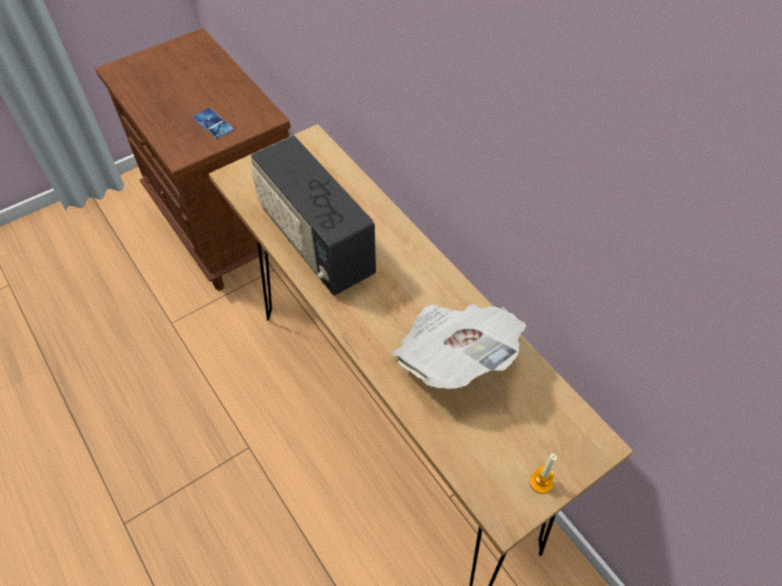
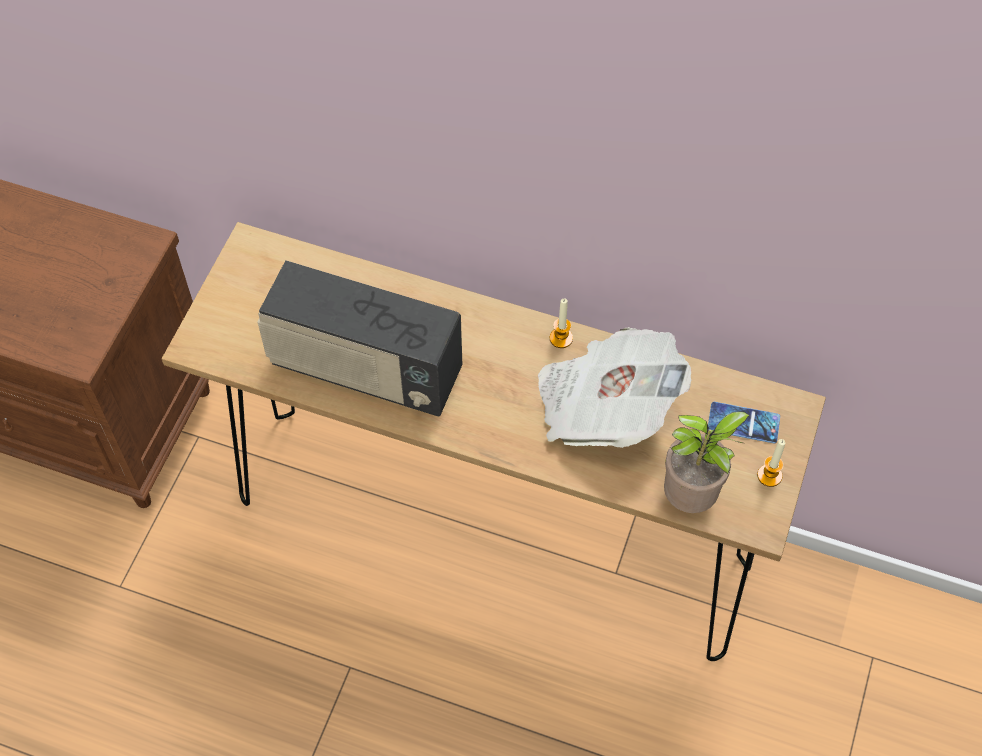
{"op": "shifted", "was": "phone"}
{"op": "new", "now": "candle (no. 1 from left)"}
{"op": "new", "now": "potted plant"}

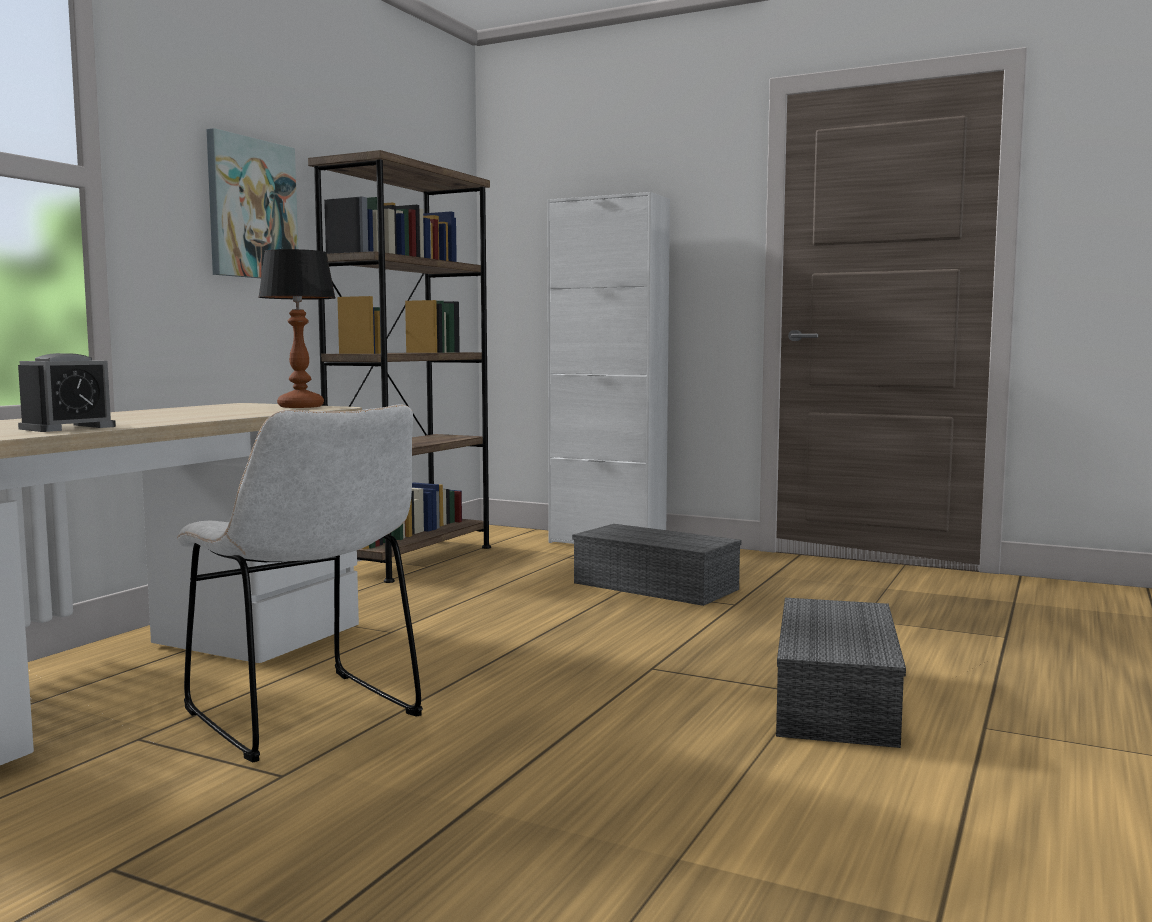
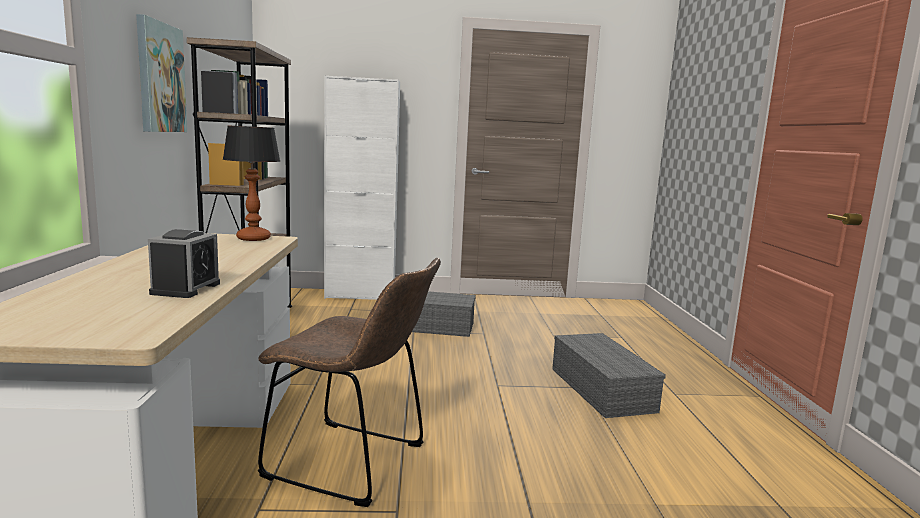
{"op": "repainted", "was": "white chair", "now": "brown chair"}

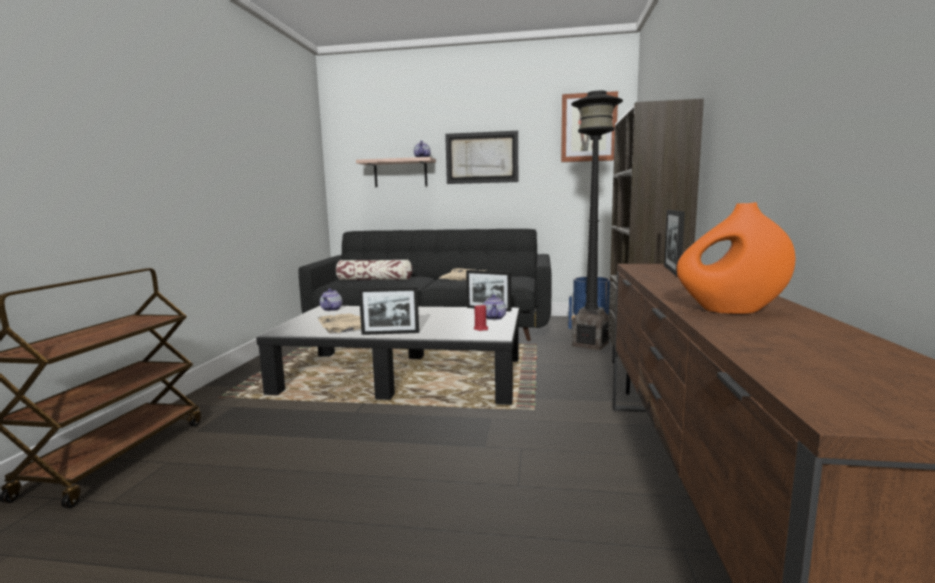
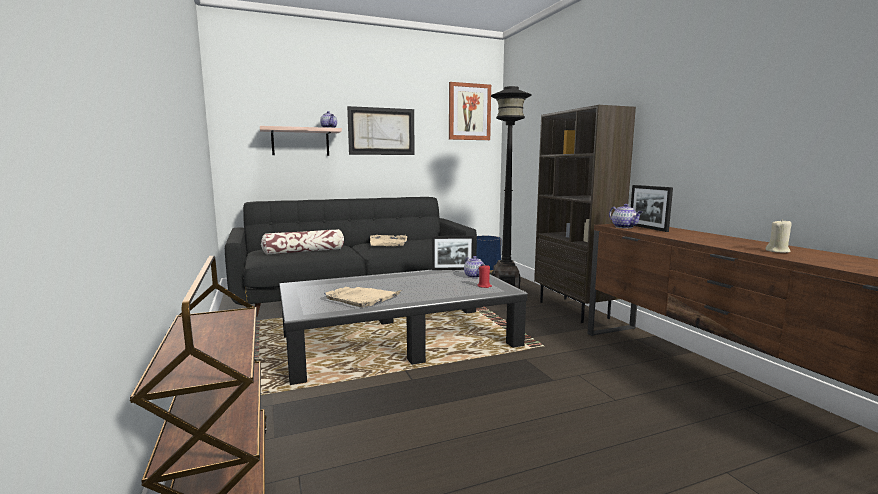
{"op": "swapped", "was": "orange vase", "now": "beige candle"}
{"op": "gone", "was": "picture frame (no. 1 from left)"}
{"op": "shifted", "was": "teapot (no. 1 from left in the first image)", "now": "teapot (no. 3 from left)"}

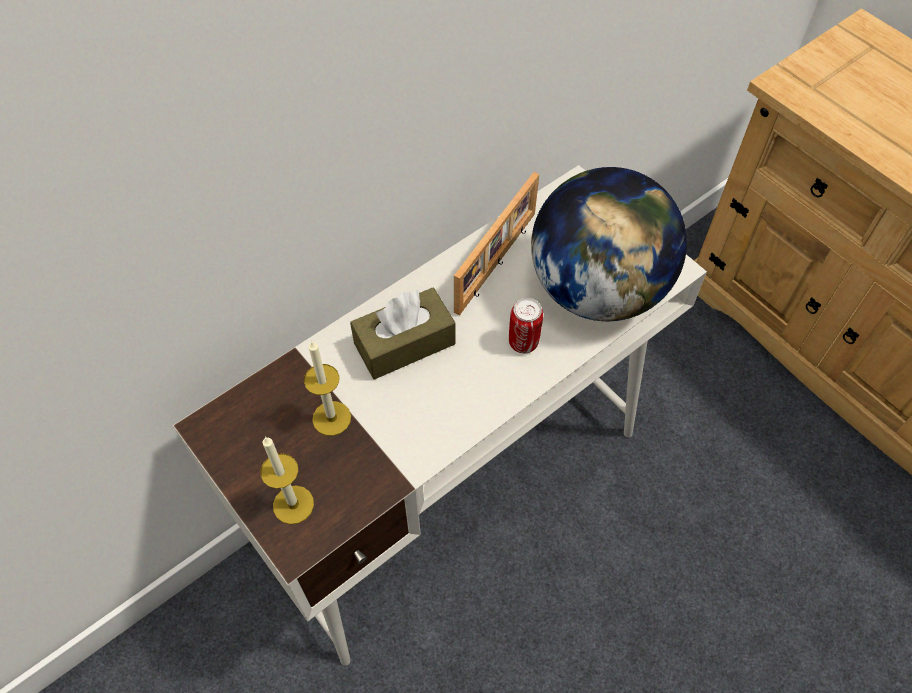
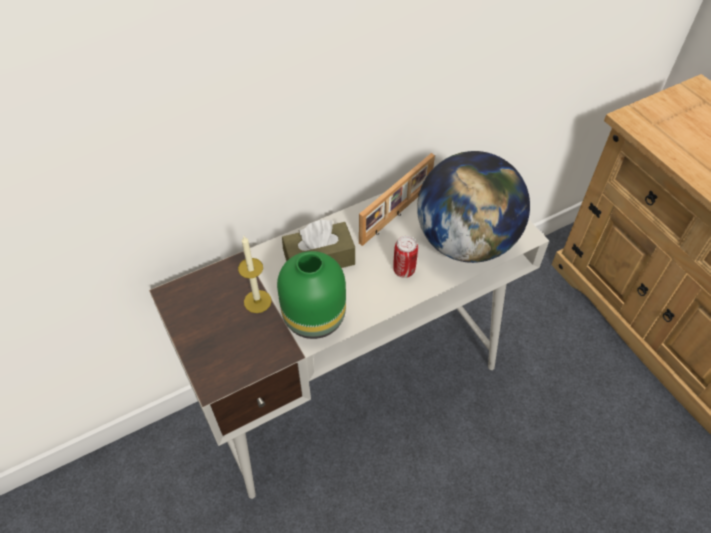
{"op": "gone", "was": "candle (no. 1 from left)"}
{"op": "new", "now": "green vase"}

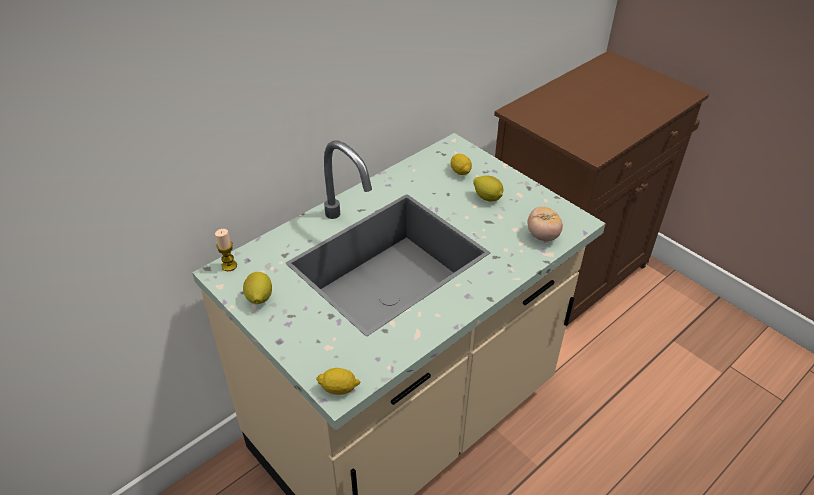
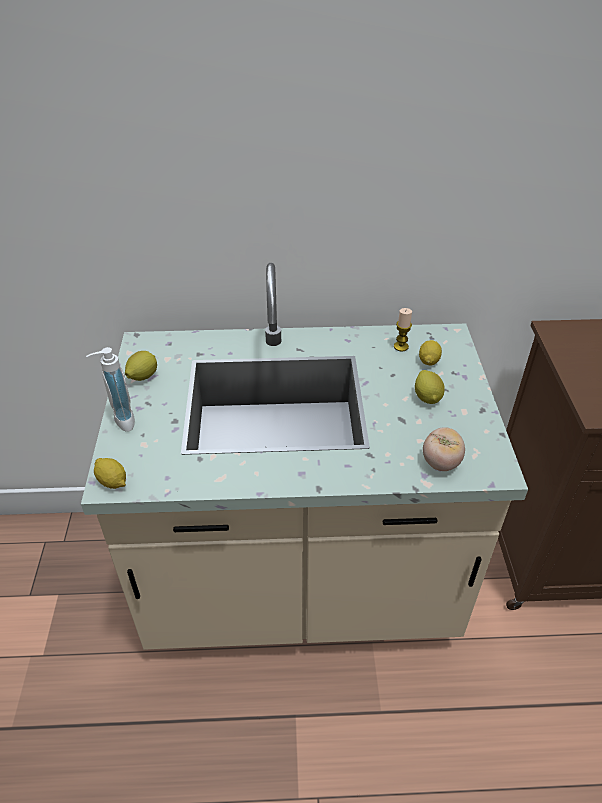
{"op": "shifted", "was": "candle"}
{"op": "new", "now": "soap dispenser"}

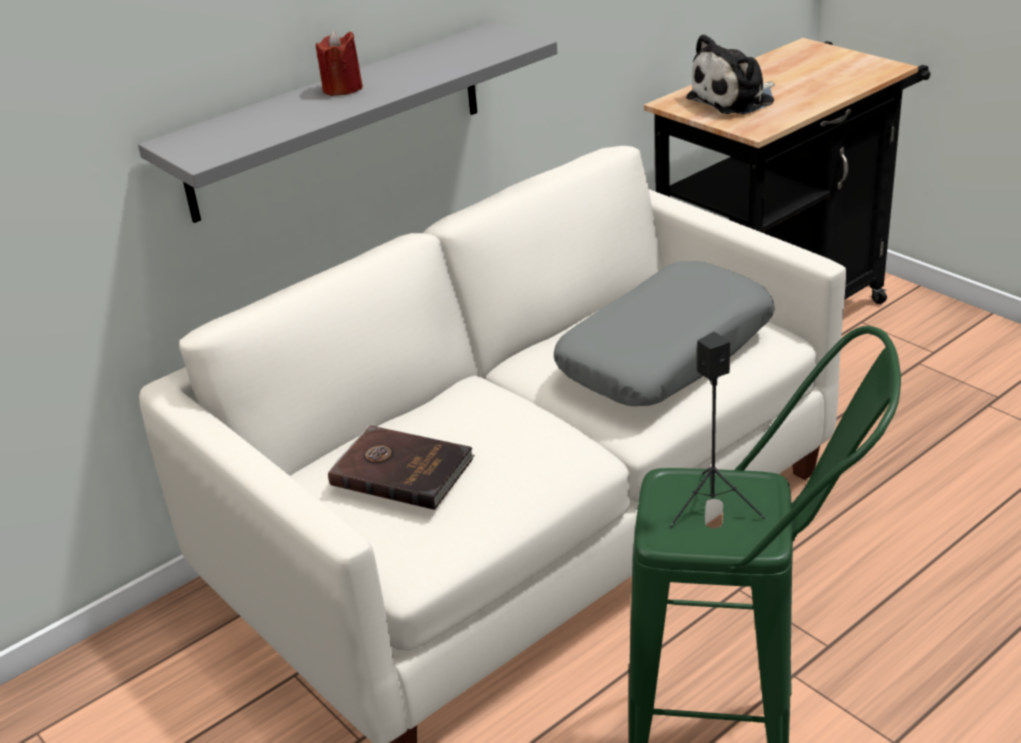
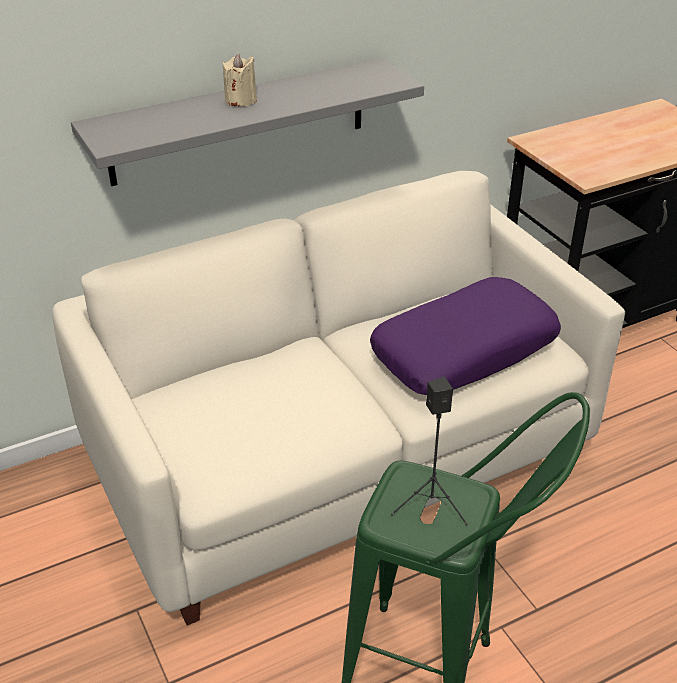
{"op": "repainted", "was": "red candle", "now": "beige candle"}
{"op": "gone", "was": "plush toy"}
{"op": "repainted", "was": "grey pillow", "now": "purple pillow"}
{"op": "gone", "was": "brown book"}

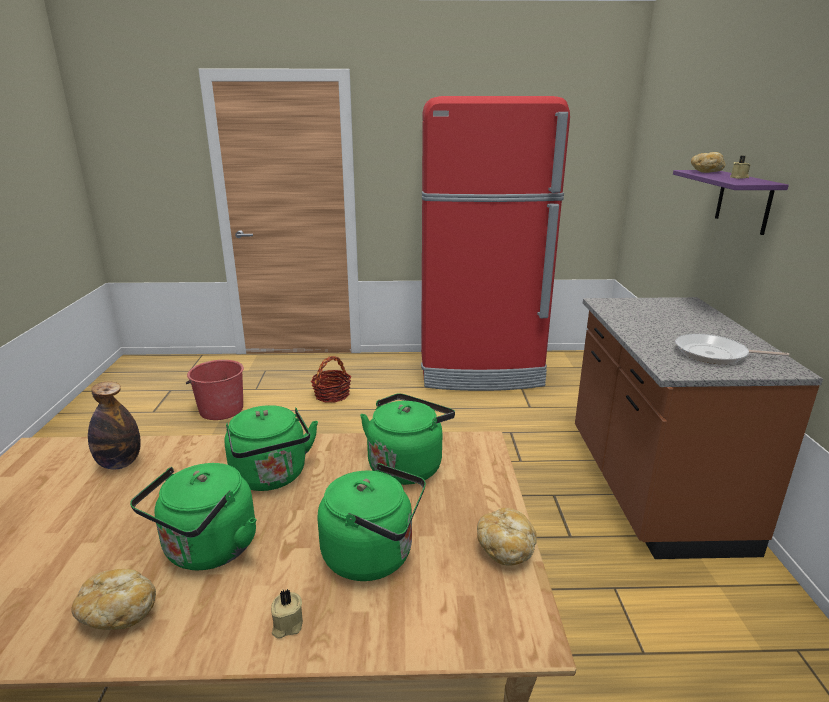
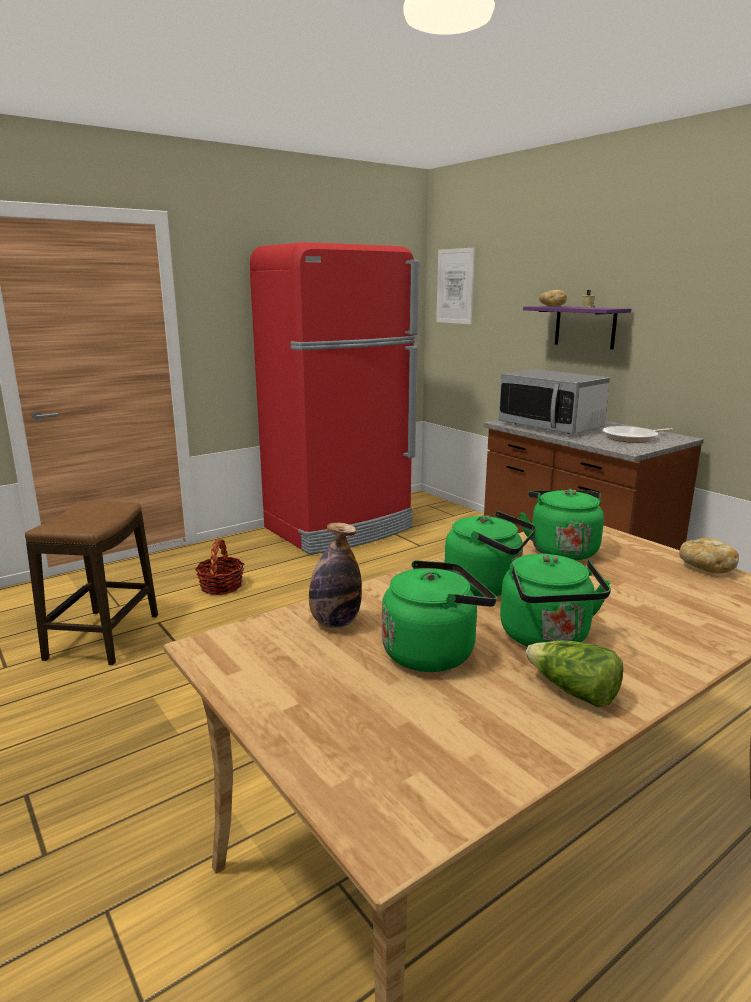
{"op": "swapped", "was": "red bucket", "now": "stool"}
{"op": "shifted", "was": "green kettle (no. 3 from left in the first image)", "now": "green kettle (no. 1 from left)"}
{"op": "swapped", "was": "bread (no. 1 from left)", "now": "lettuce"}
{"op": "gone", "was": "beige candle (no. 1 from left)"}
{"op": "new", "now": "picture"}
{"op": "new", "now": "microwave"}

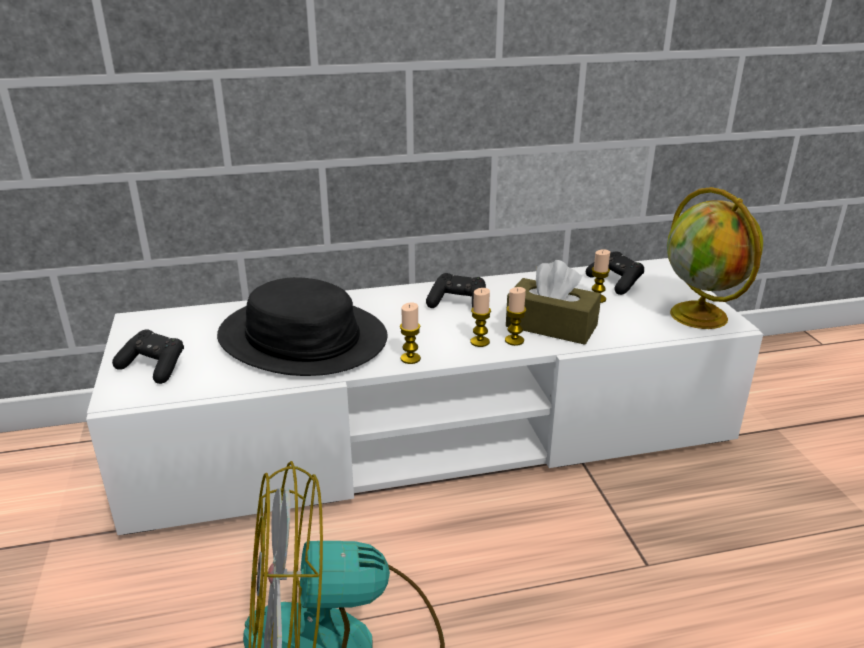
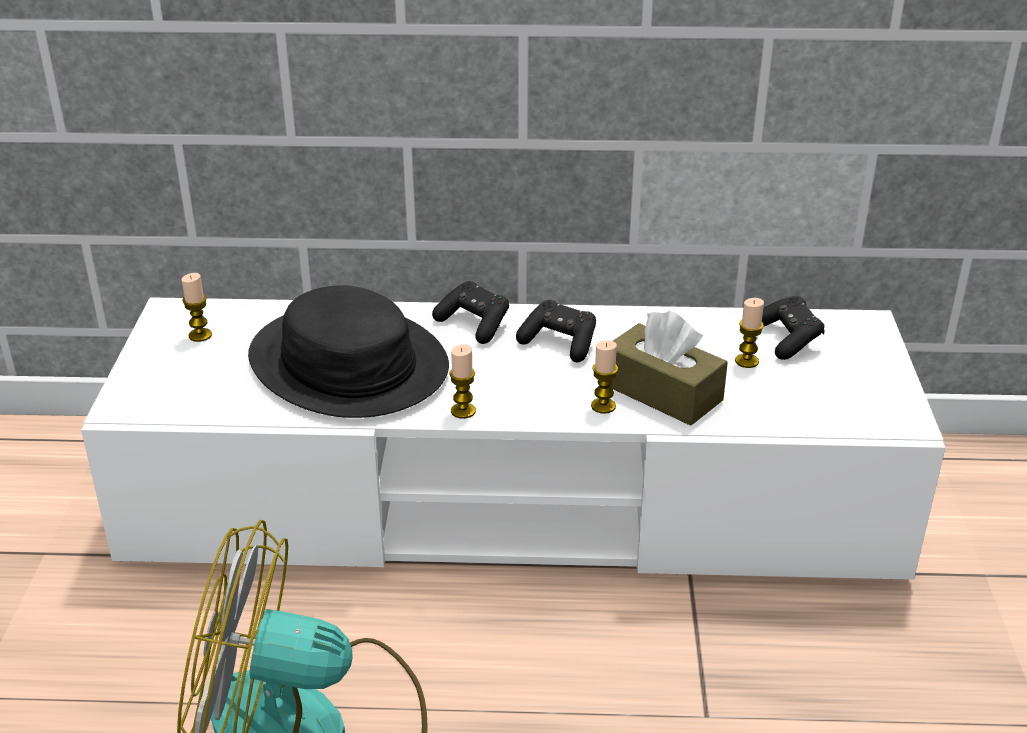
{"op": "gone", "was": "globe"}
{"op": "shifted", "was": "candle (no. 2 from left in the first image)", "now": "candle (no. 1 from left)"}
{"op": "shifted", "was": "black game controller (no. 1 from left)"}

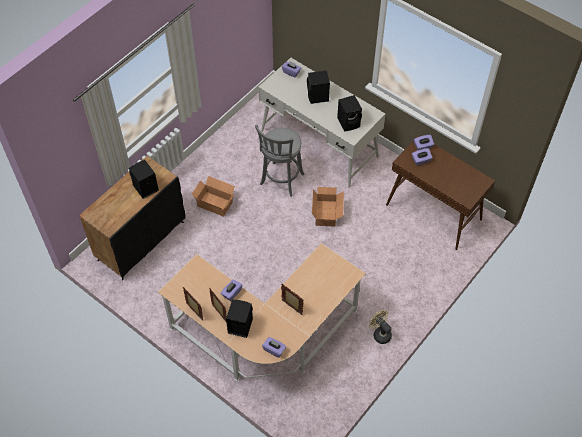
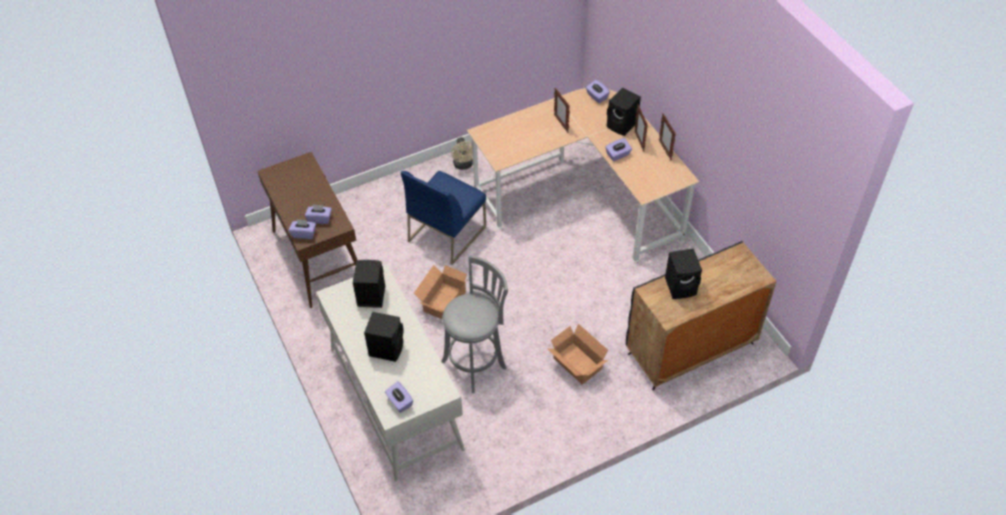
{"op": "new", "now": "blue chair"}

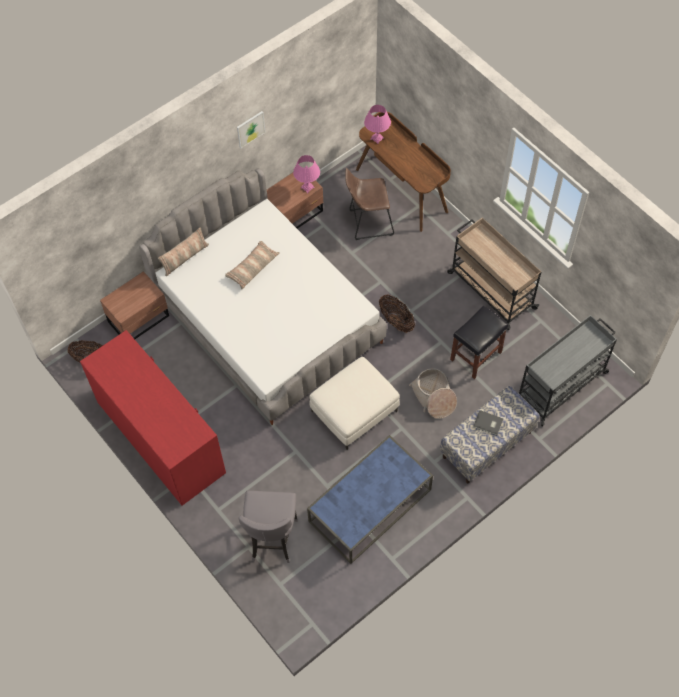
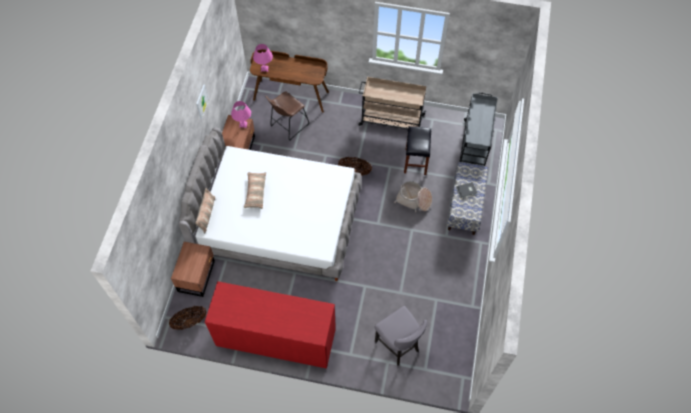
{"op": "gone", "was": "white ottoman"}
{"op": "gone", "was": "blue coffee table"}

